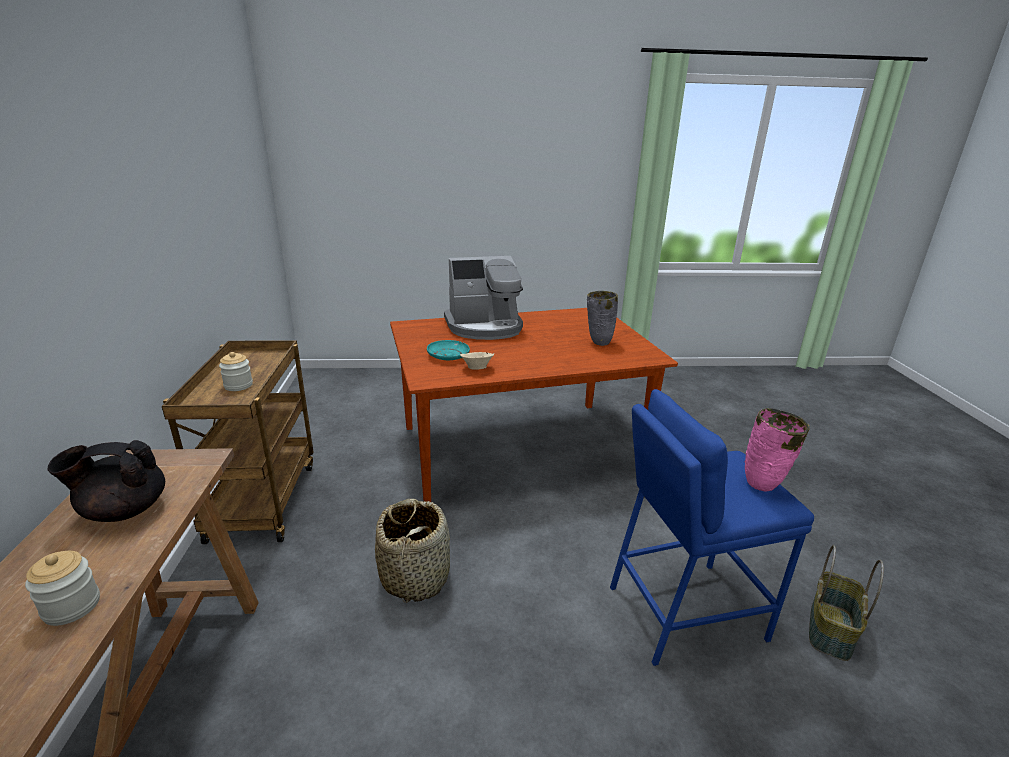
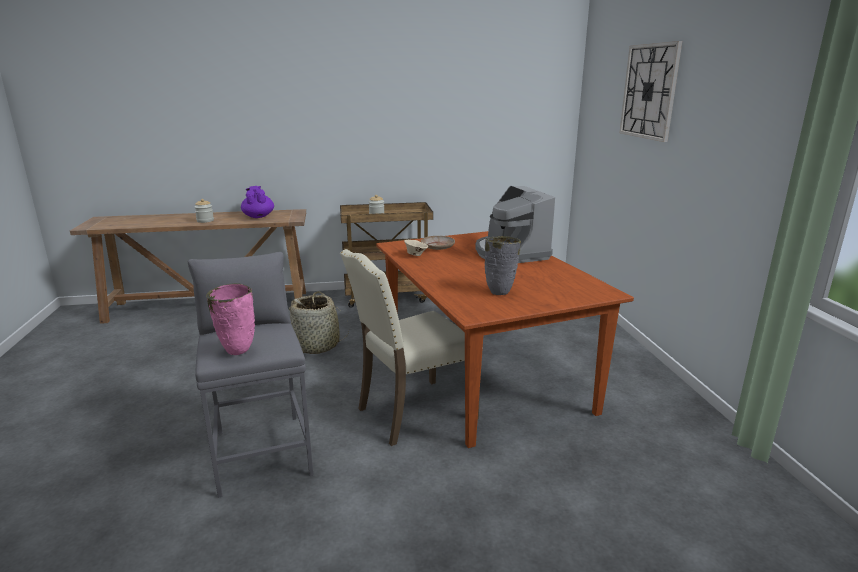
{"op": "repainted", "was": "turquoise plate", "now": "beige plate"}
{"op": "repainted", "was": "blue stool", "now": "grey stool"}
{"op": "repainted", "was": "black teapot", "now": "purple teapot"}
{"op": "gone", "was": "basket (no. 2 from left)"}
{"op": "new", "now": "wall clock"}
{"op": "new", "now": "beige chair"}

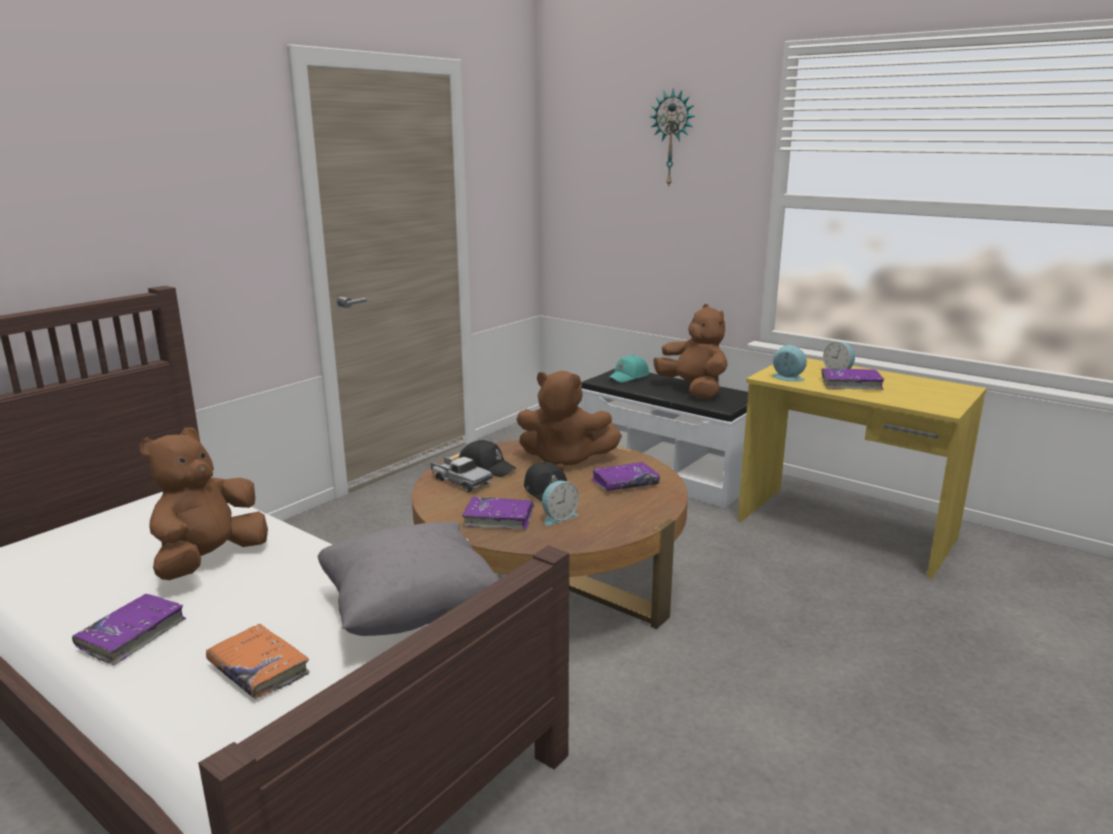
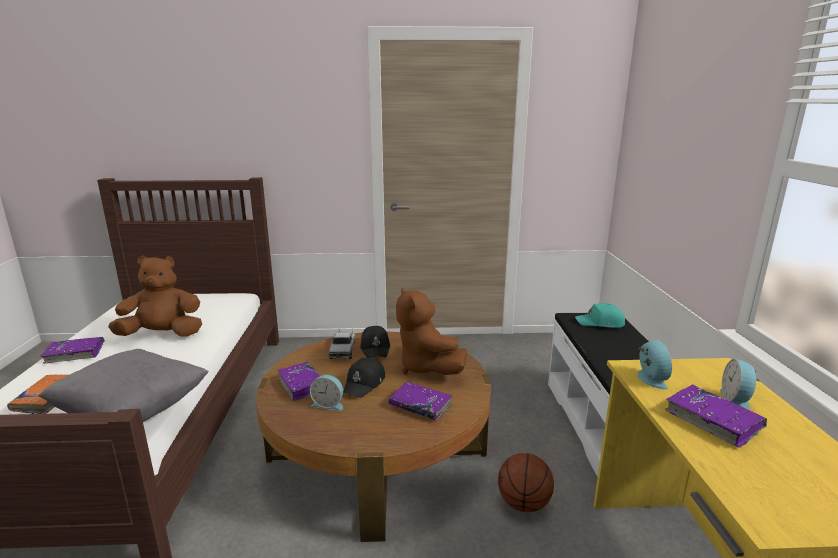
{"op": "gone", "was": "wall clock"}
{"op": "gone", "was": "brown plush toy (no. 3 from left)"}
{"op": "new", "now": "basketball"}

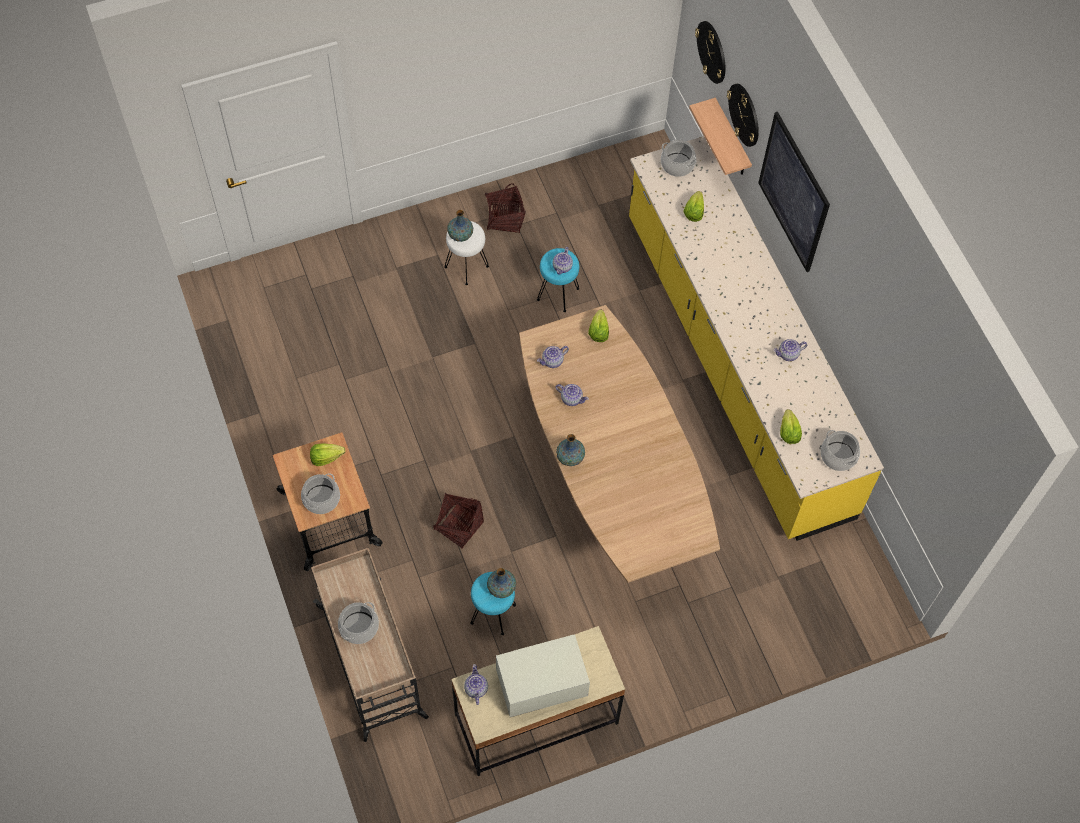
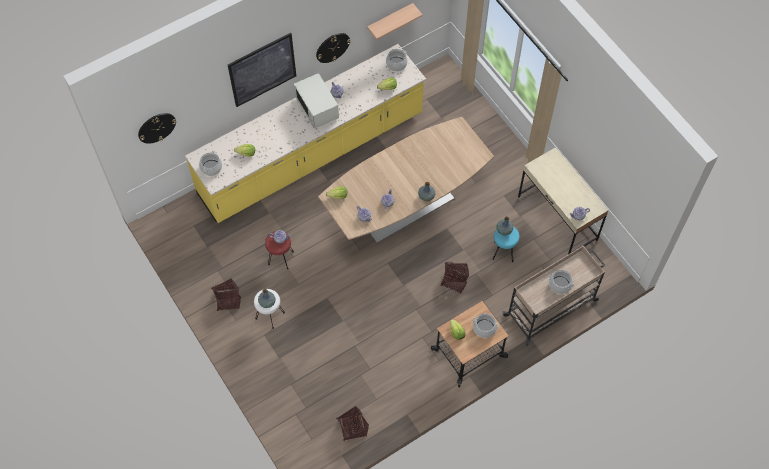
{"op": "shifted", "was": "wall clock (no. 2 from left)"}
{"op": "shifted", "was": "shelf"}
{"op": "repainted", "was": "turquoise stool (no. 2 from left)", "now": "red stool"}
{"op": "shifted", "was": "white microwave"}
{"op": "new", "now": "basket (no. 2 from left)"}

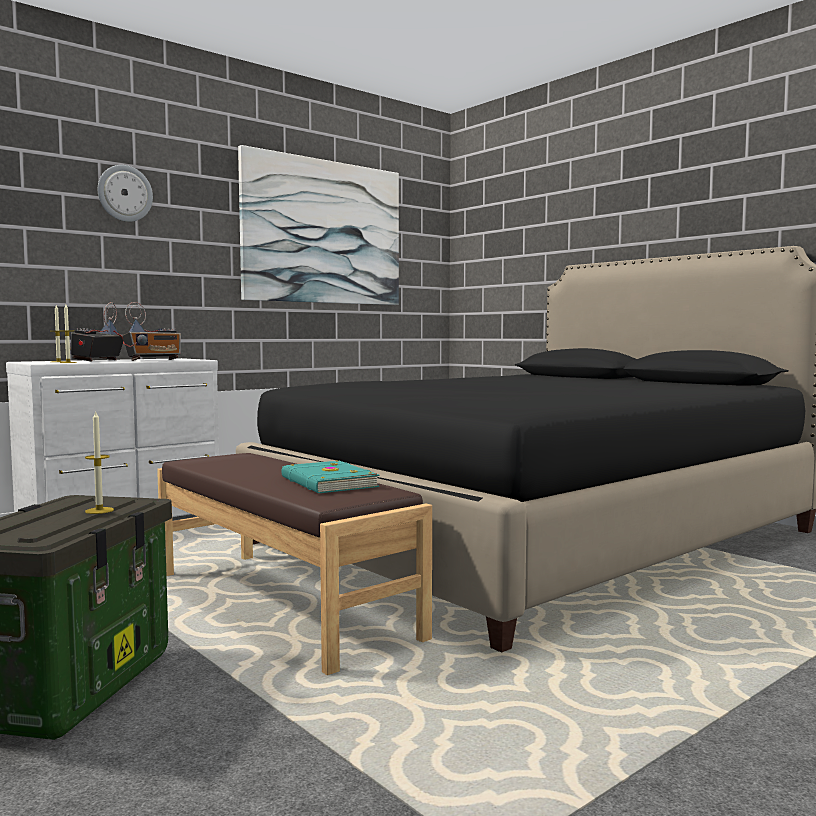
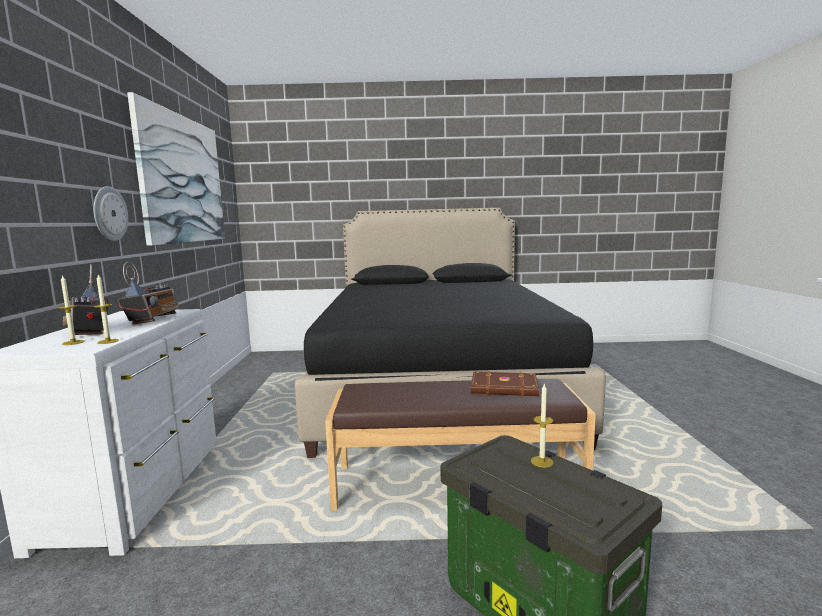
{"op": "shifted", "was": "wall clock"}
{"op": "repainted", "was": "turquoise book", "now": "brown book"}

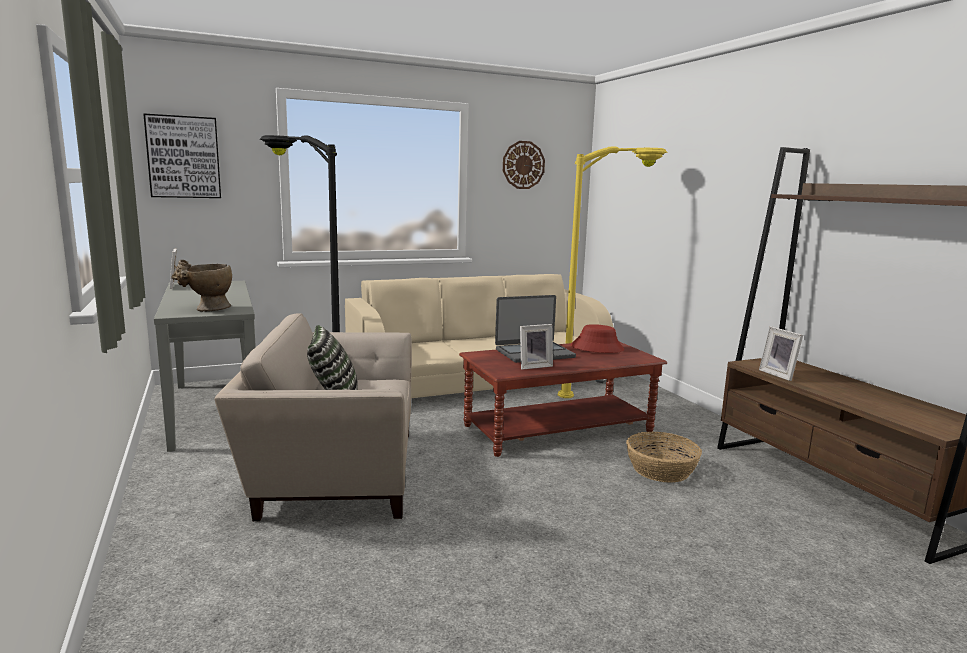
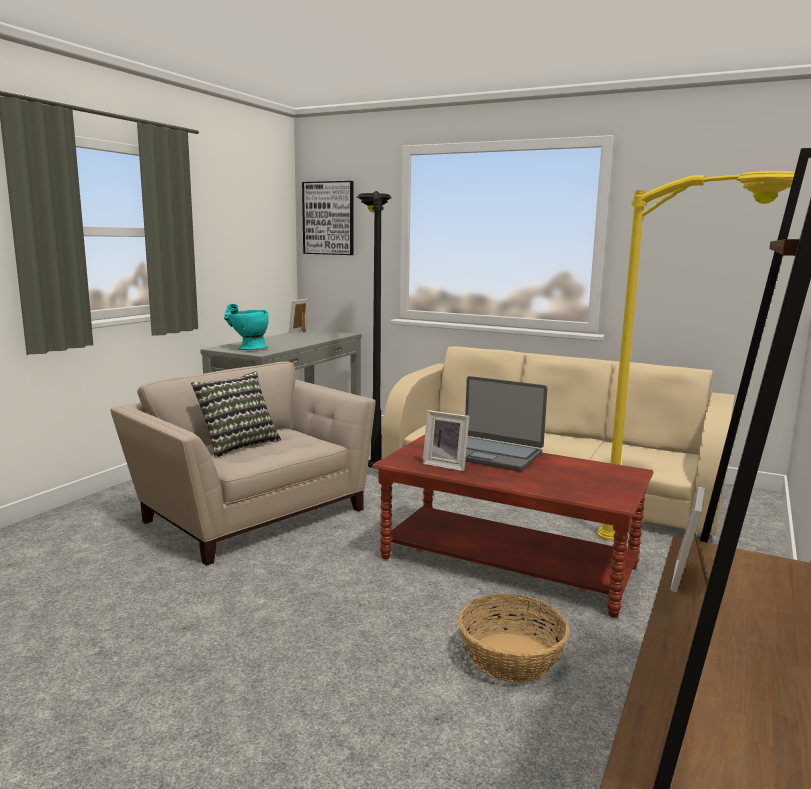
{"op": "gone", "was": "wall clock"}
{"op": "repainted", "was": "beige vase", "now": "turquoise vase"}
{"op": "gone", "was": "red hat"}

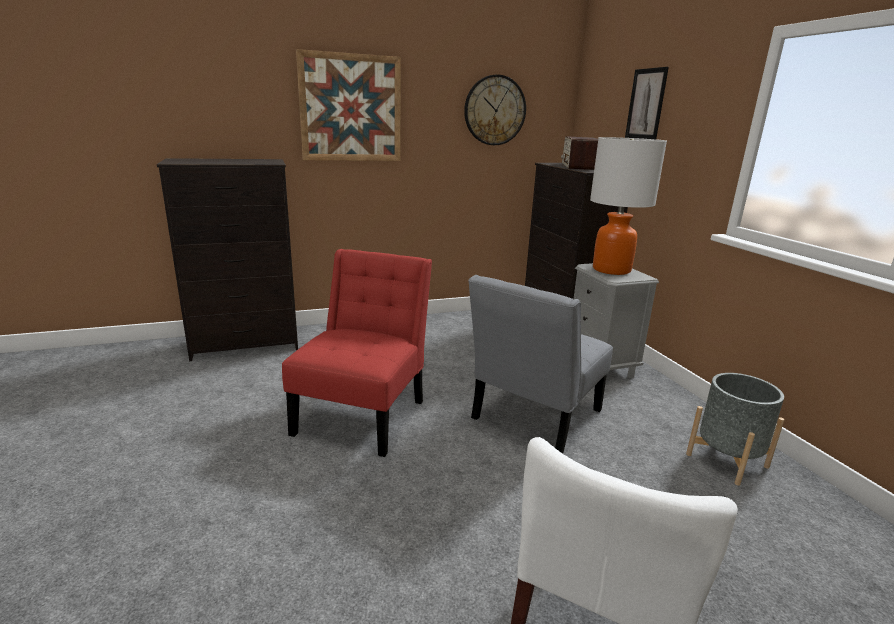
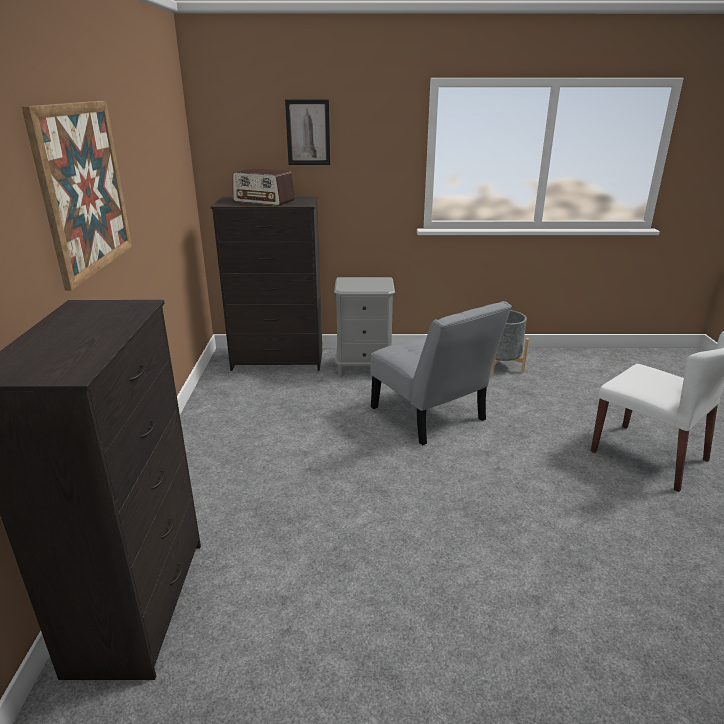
{"op": "gone", "was": "wall clock"}
{"op": "gone", "was": "table lamp"}
{"op": "gone", "was": "red chair"}

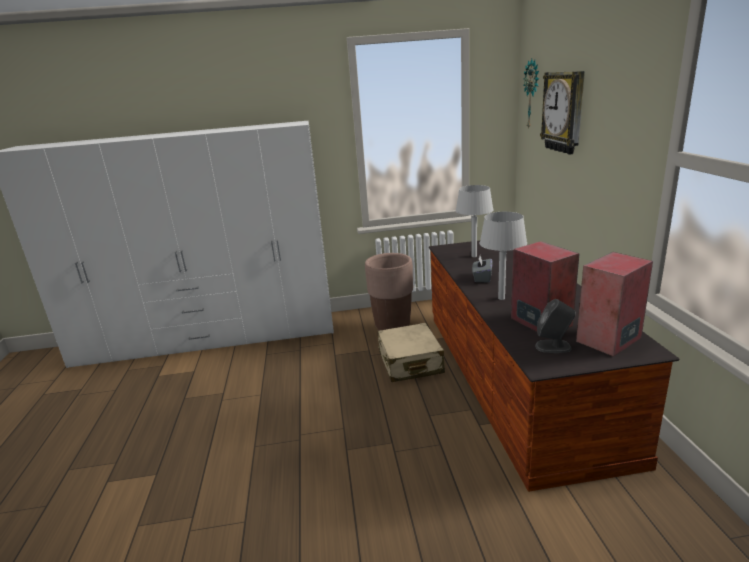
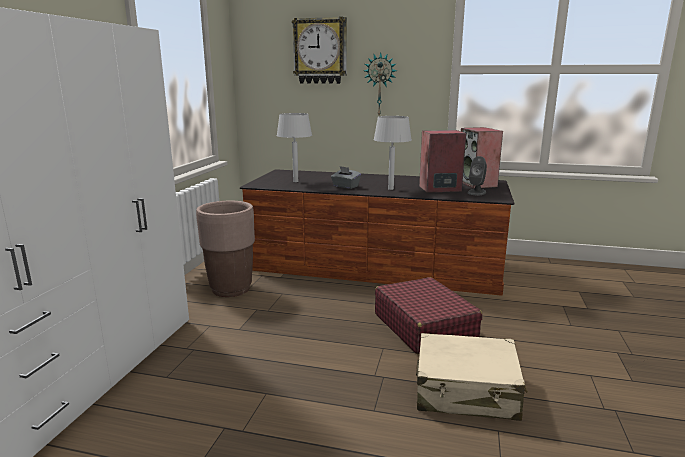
{"op": "shifted", "was": "wall clock (no. 1 from left in the first image)", "now": "wall clock (no. 2 from left)"}
{"op": "shifted", "was": "beige suitcase"}
{"op": "new", "now": "red suitcase"}

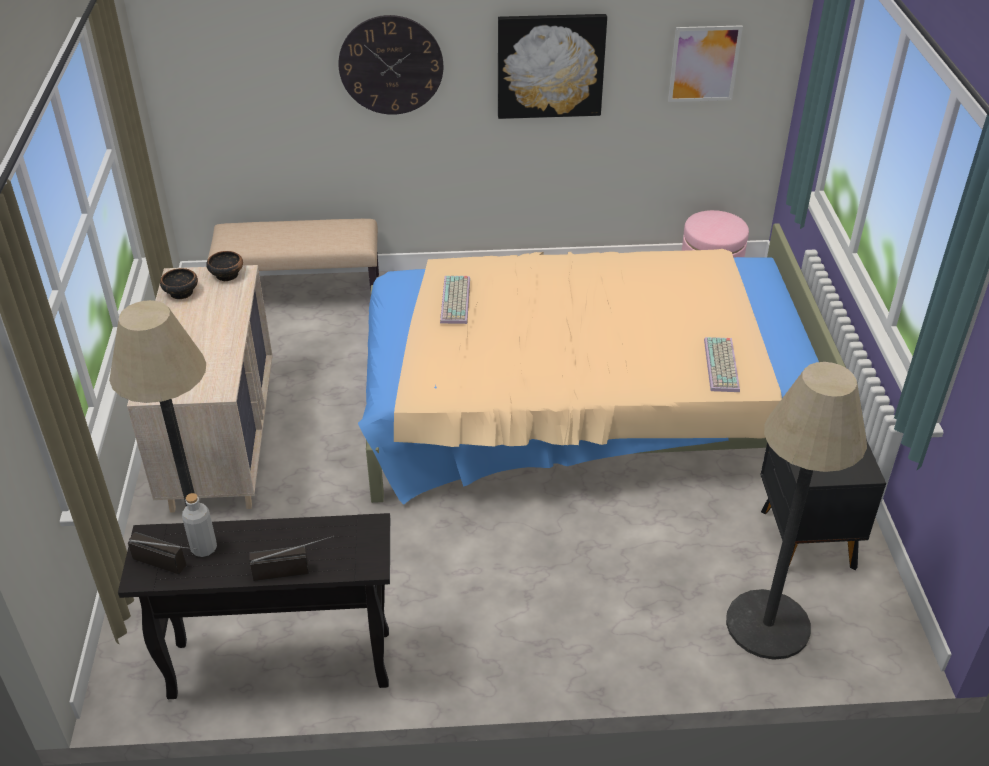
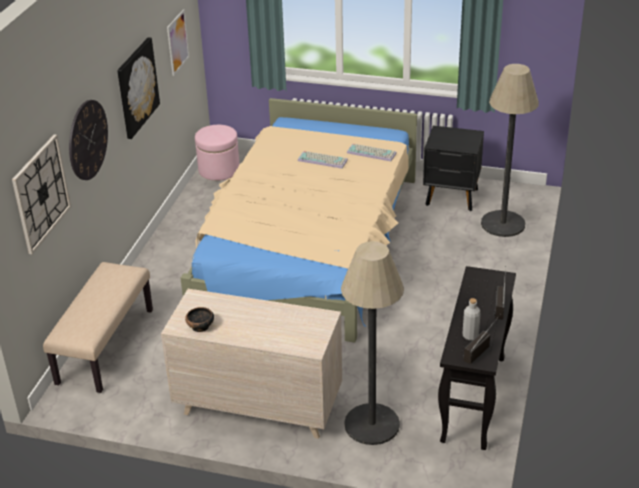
{"op": "gone", "was": "bowl (no. 2 from left)"}
{"op": "shifted", "was": "keyboard (no. 1 from left)"}
{"op": "new", "now": "wall clock (no. 1 from left)"}

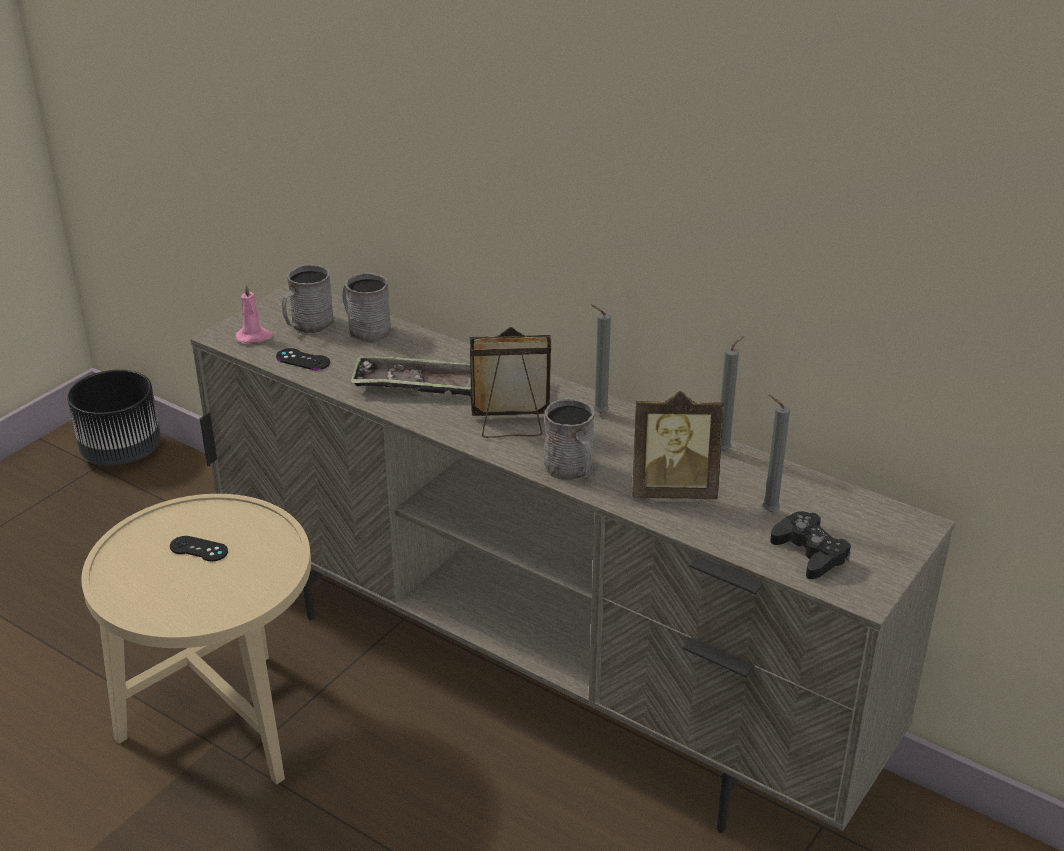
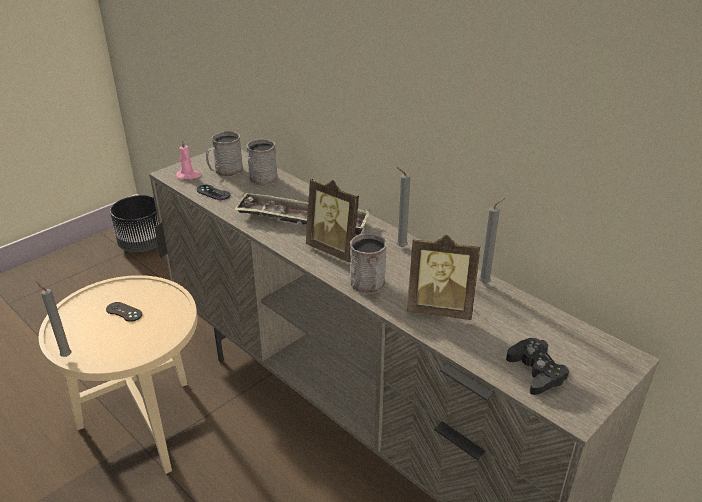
{"op": "rotated", "was": "picture frame (no. 1 from left)", "clockwise": -150}
{"op": "shifted", "was": "grey candle (no. 3 from left in the first image)", "now": "grey candle (no. 1 from left)"}

